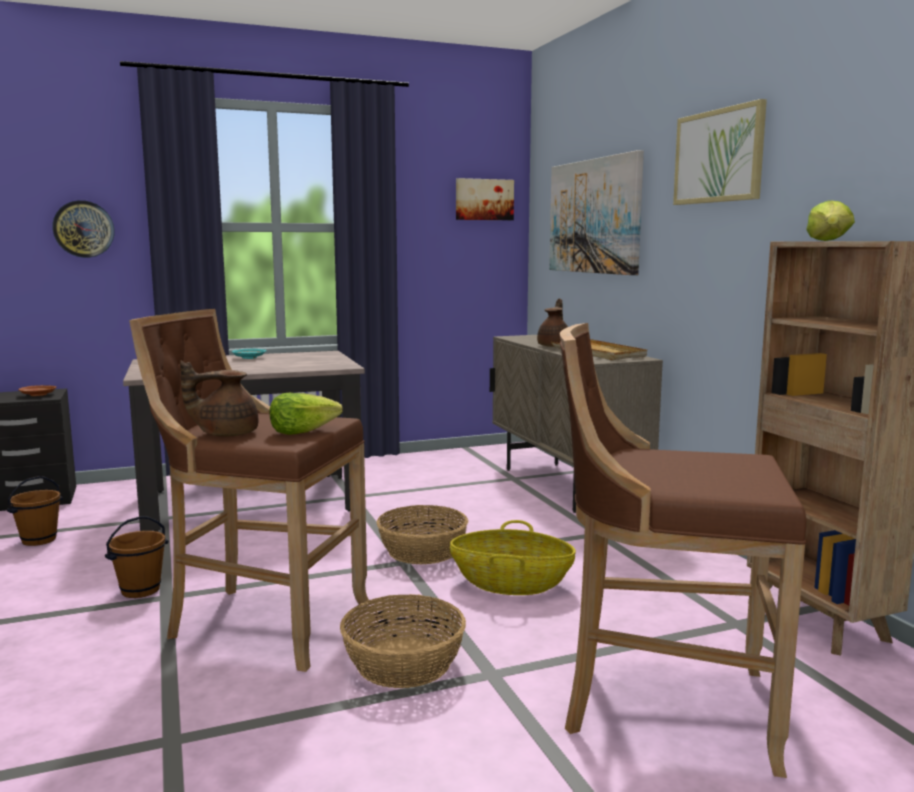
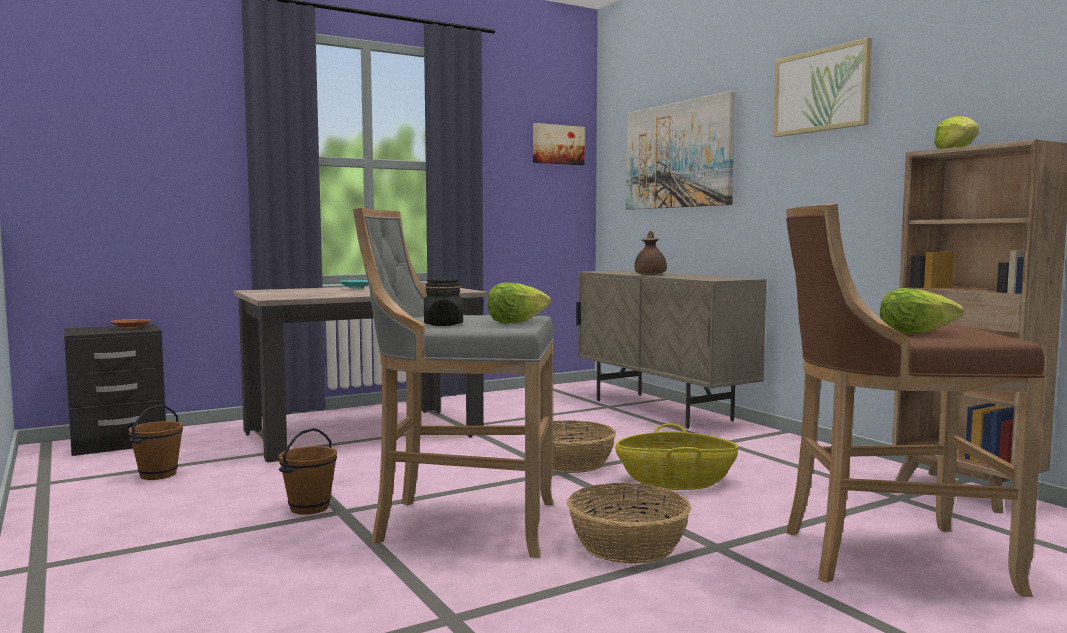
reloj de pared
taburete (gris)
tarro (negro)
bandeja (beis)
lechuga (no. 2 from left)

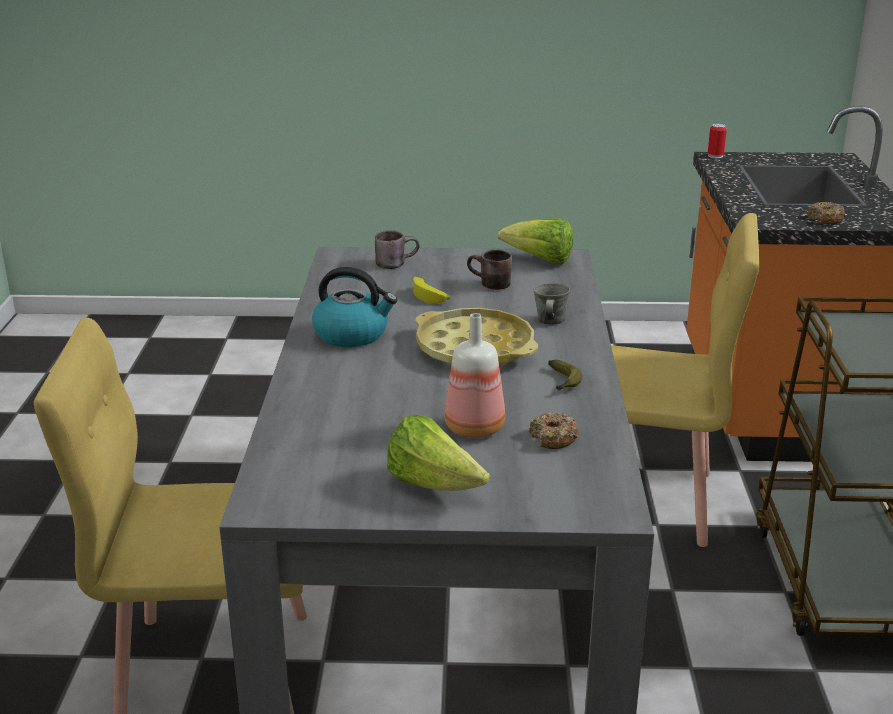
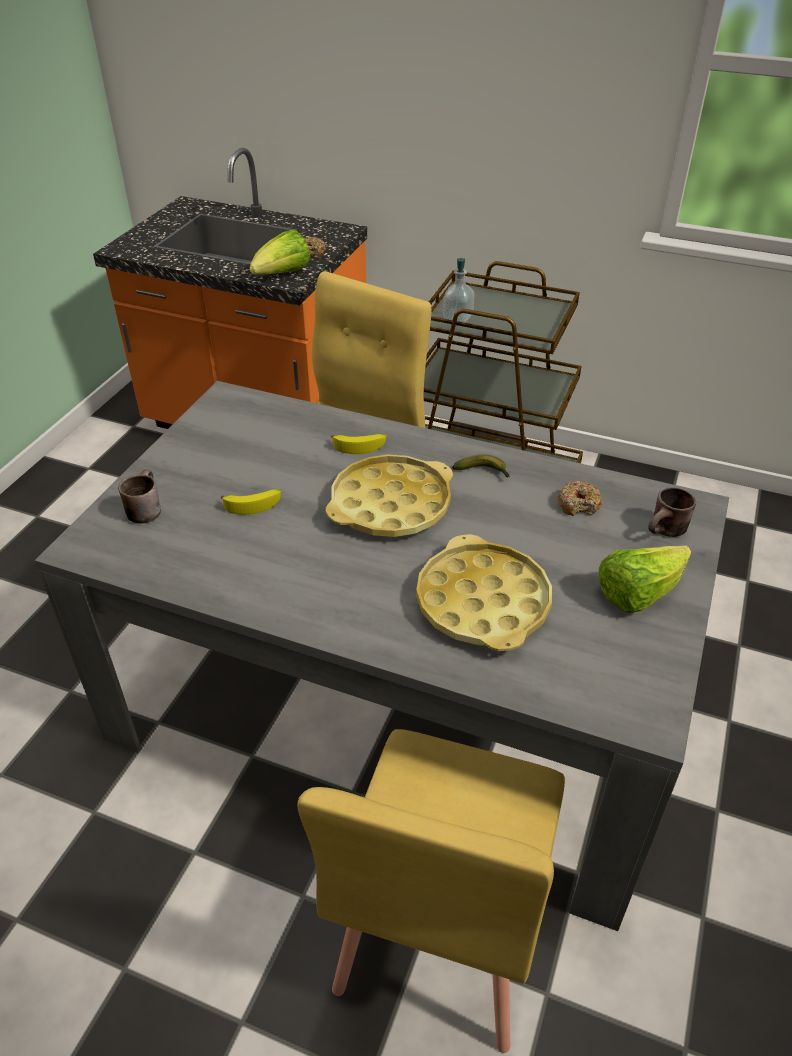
hervidor
botella
taza grande (marrón) (no. 2 from left)
lechuga (no. 1 from left)
plátano (no. 2 from left)
lata
bandeja (amarillo) (no. 2 from left)
dispensador de jabón

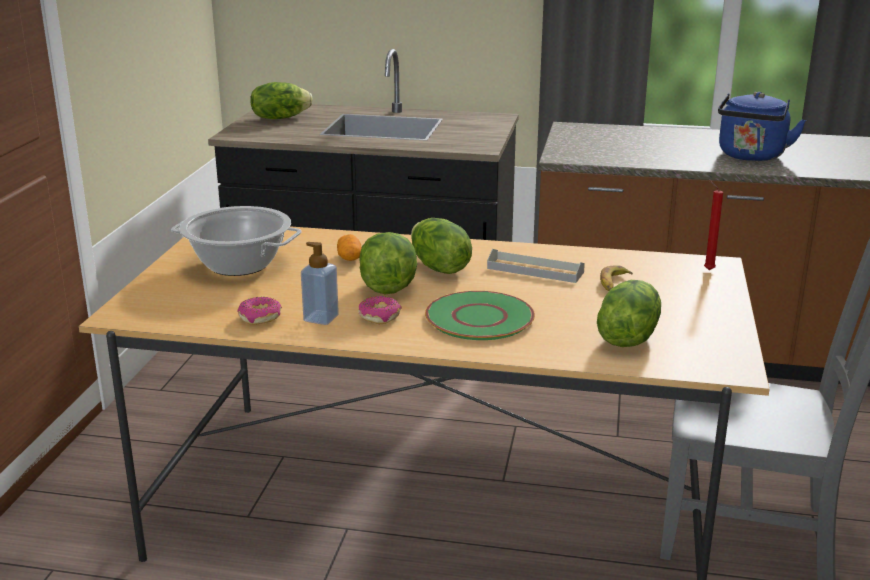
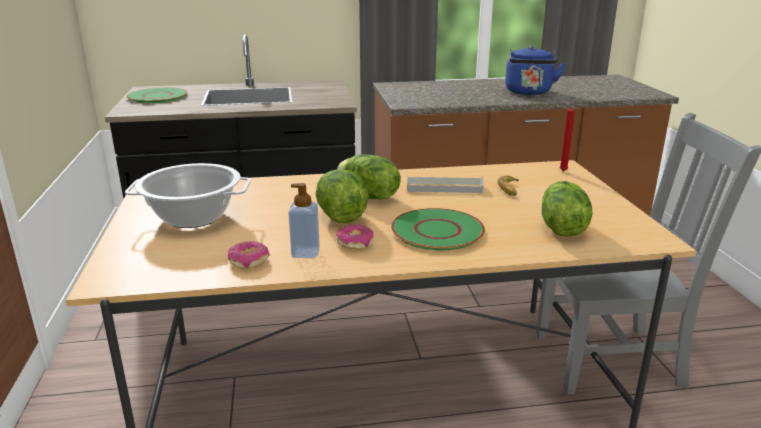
plato (verde) (no. 1 from left)
patata

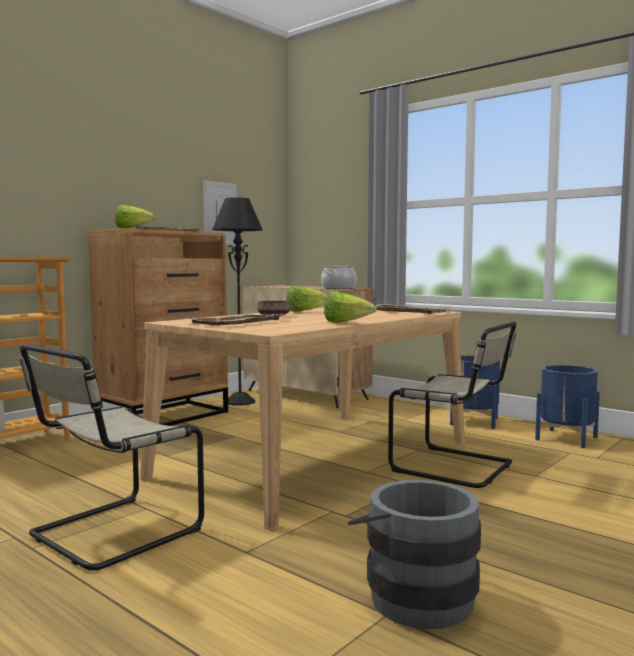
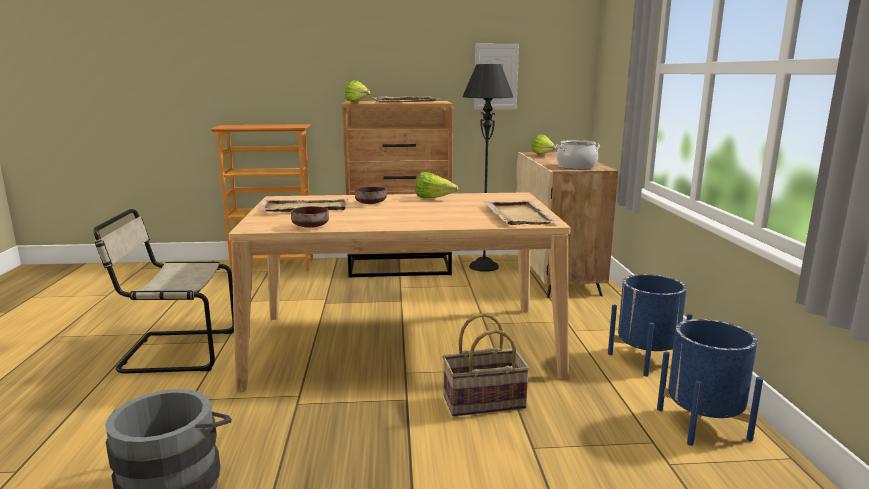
lechuga (no. 3 from left)
cesta
cuenco (marrón) (no. 1 from left)

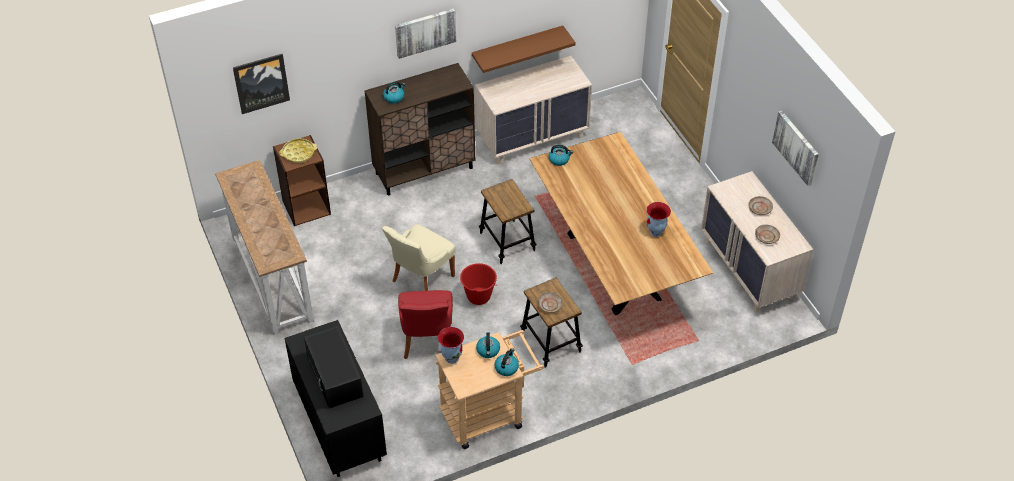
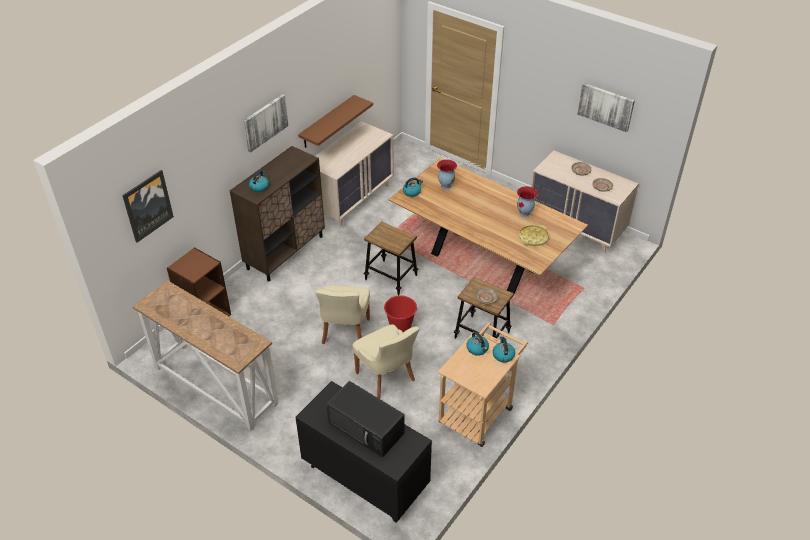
bandeja (amarillo)
silla (beis) (no. 2 from left)
florero (no. 1 from left)

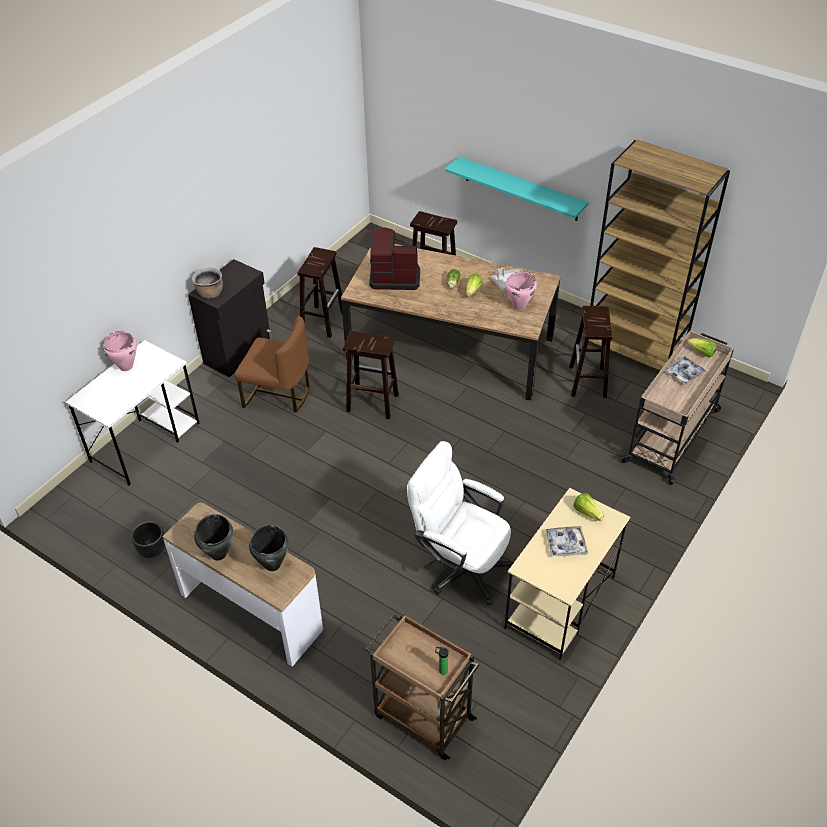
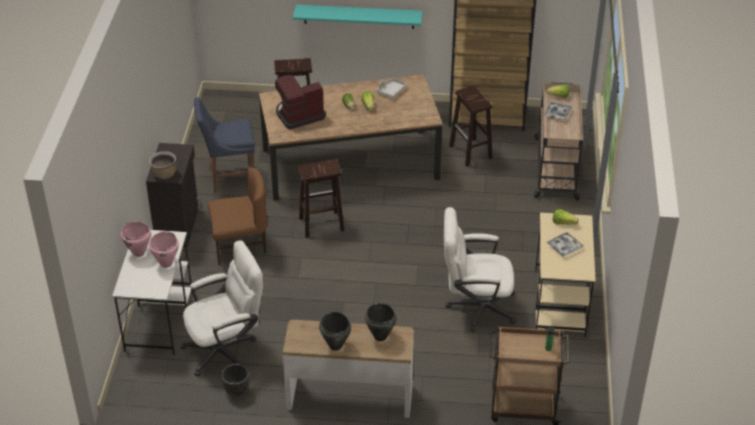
silla (azul)
olla (rosa) (no. 2 from left)
silla de oficina (blanco) (no. 1 from left)

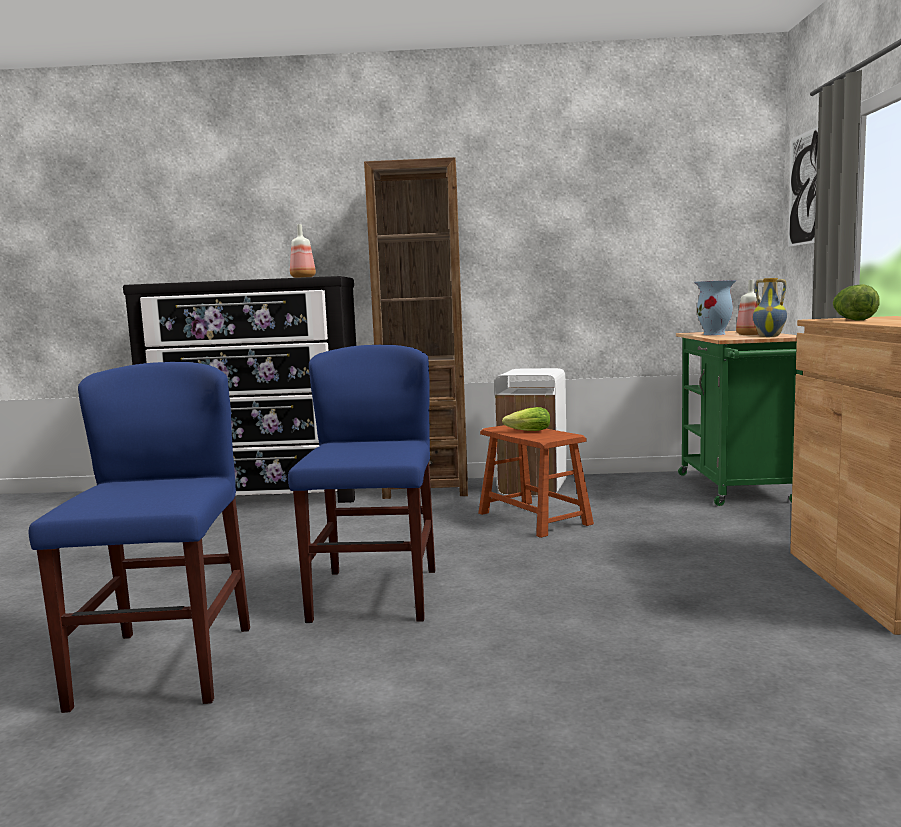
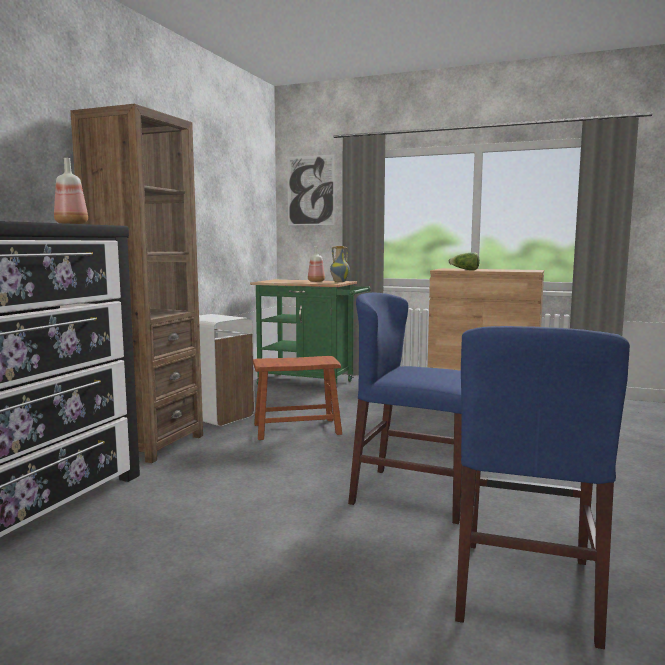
silla (azul) (no. 2 from left)
lechuga (no. 1 from left in the first image)
florero (no. 1 from left in the first image)

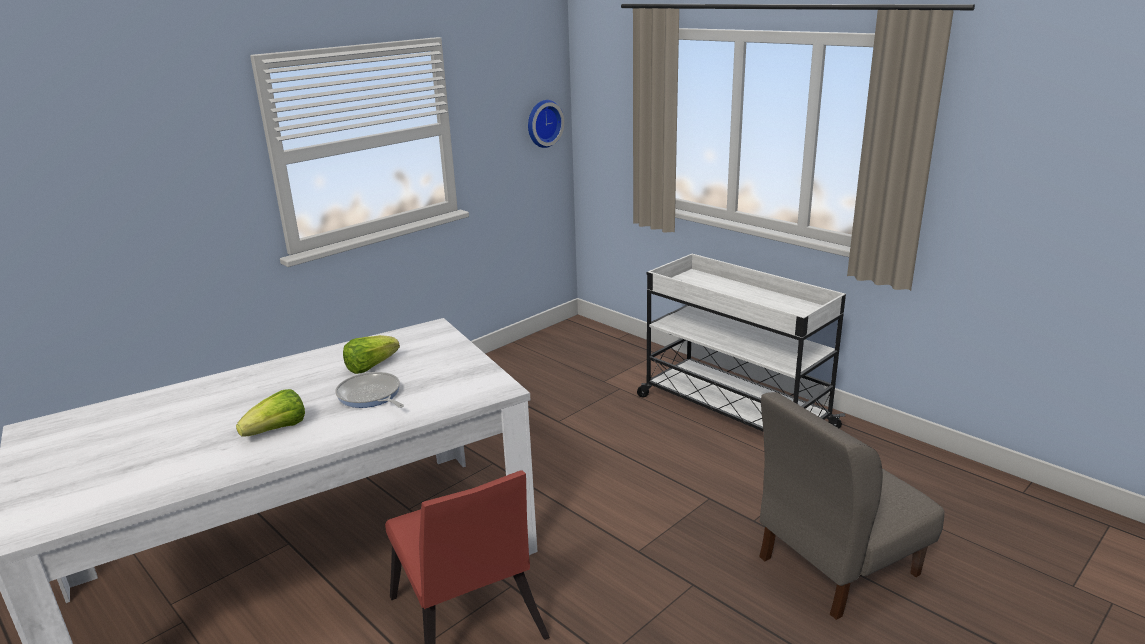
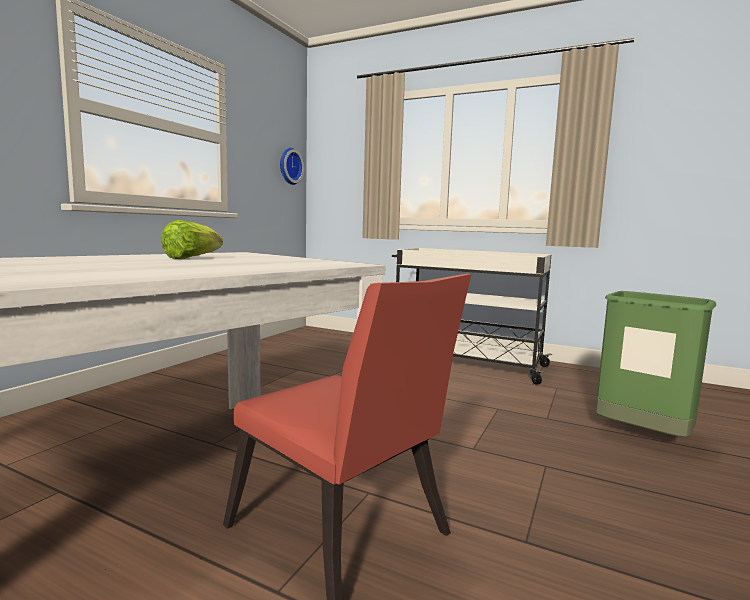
lechuga (no. 1 from left in the first image)
sartén
papelera (verde)

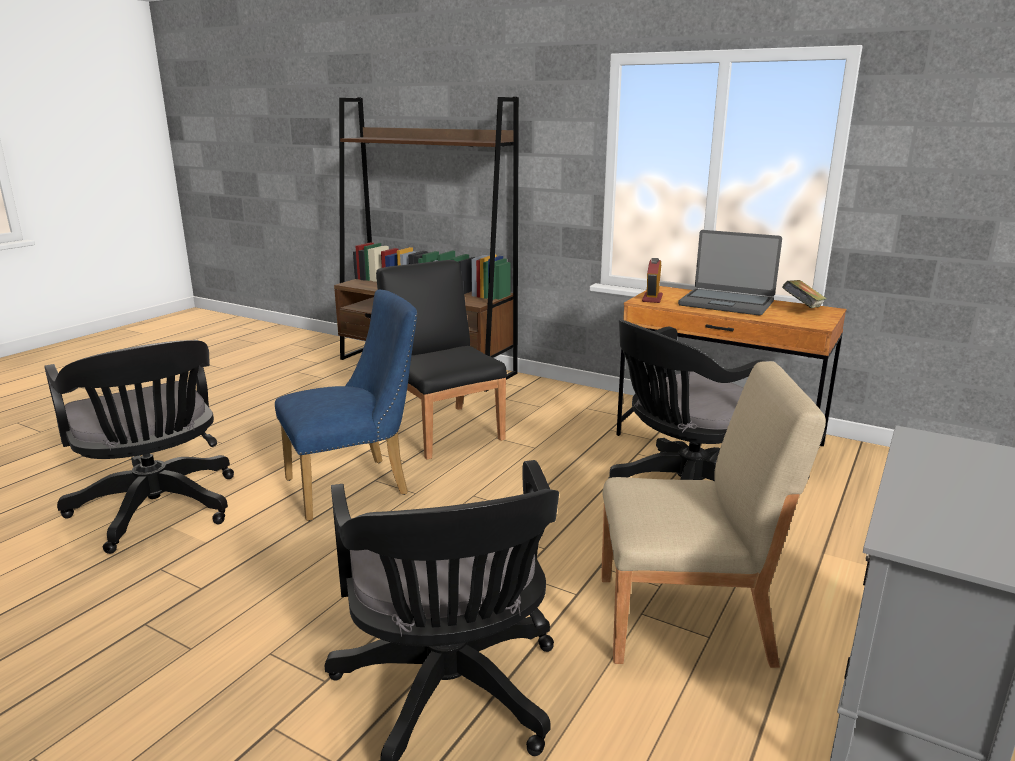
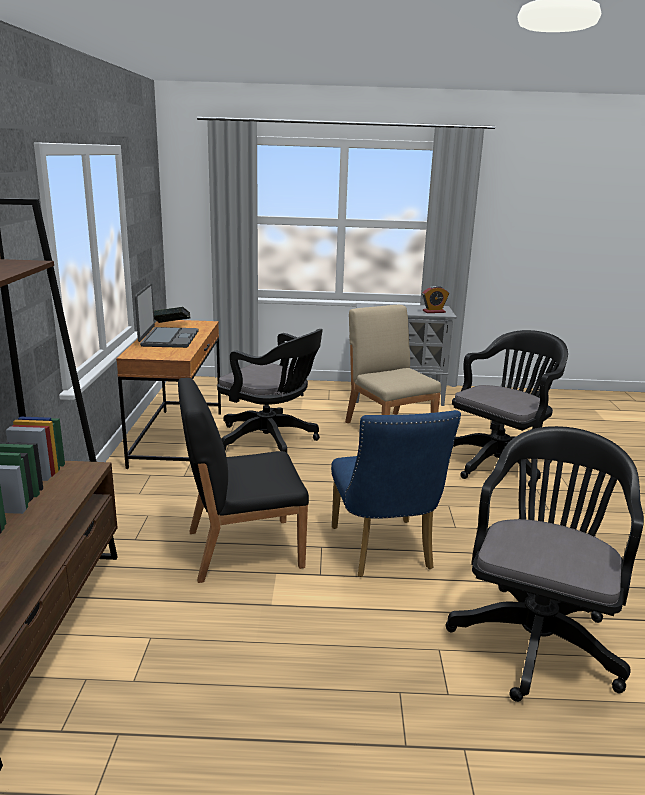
silla (azul)
silla (negro)
despertador

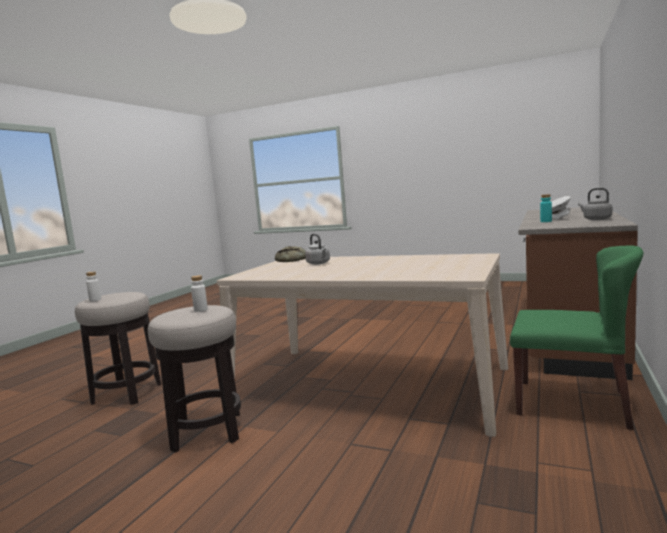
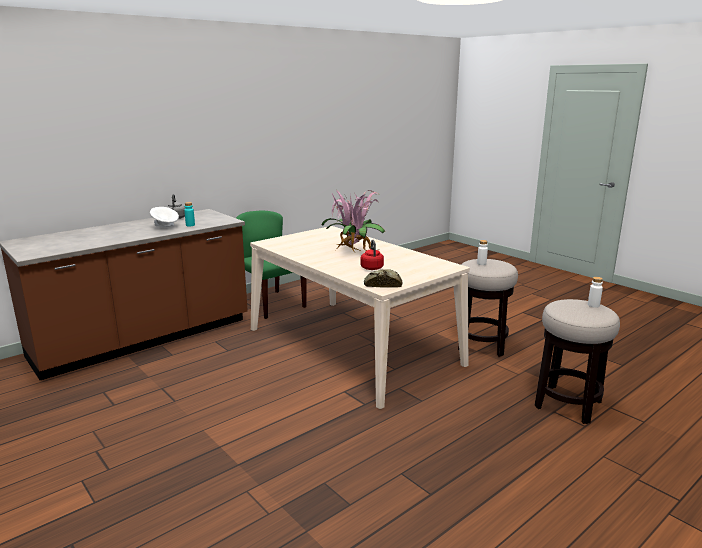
hervidor (rojo)
planta en maceta

